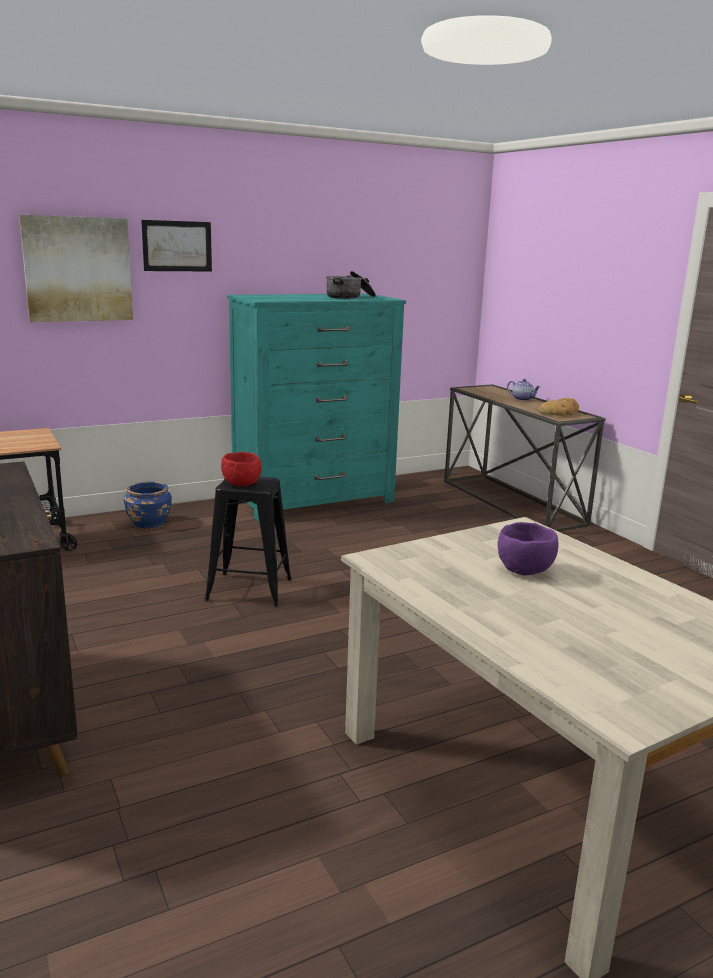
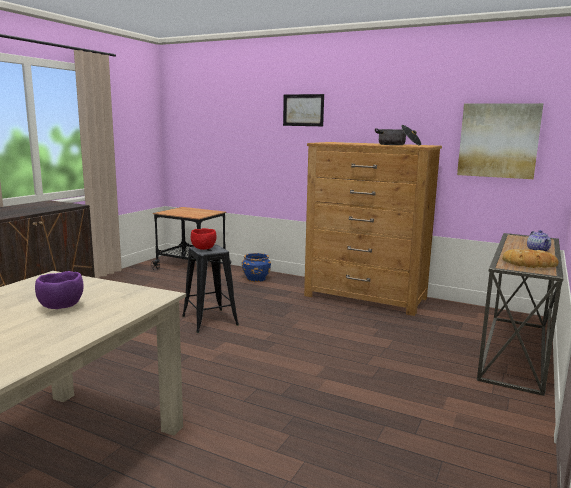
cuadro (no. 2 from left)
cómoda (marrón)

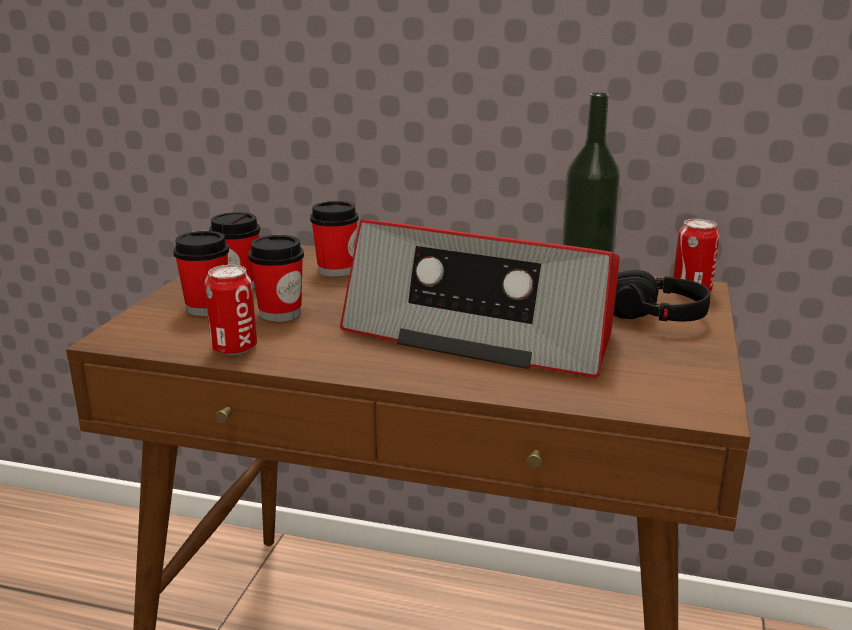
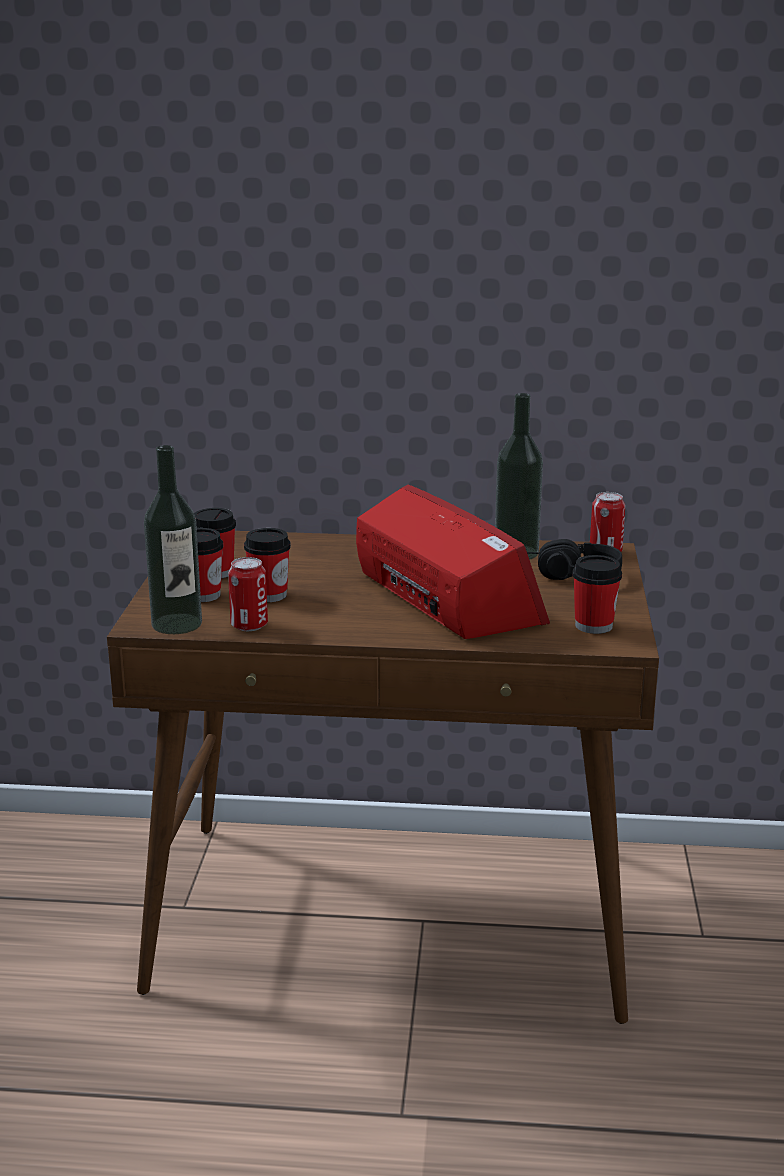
taza (no. 4 from left)
radio
botella (no. 1 from left)

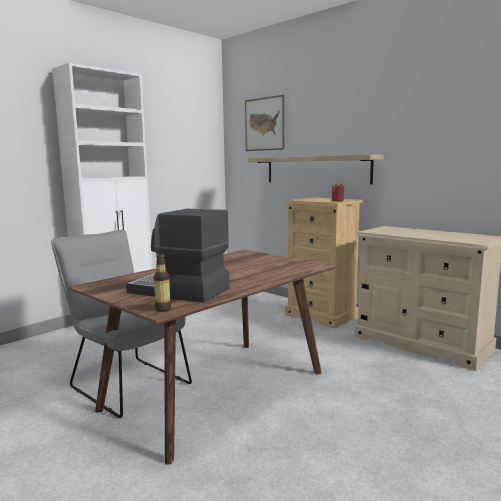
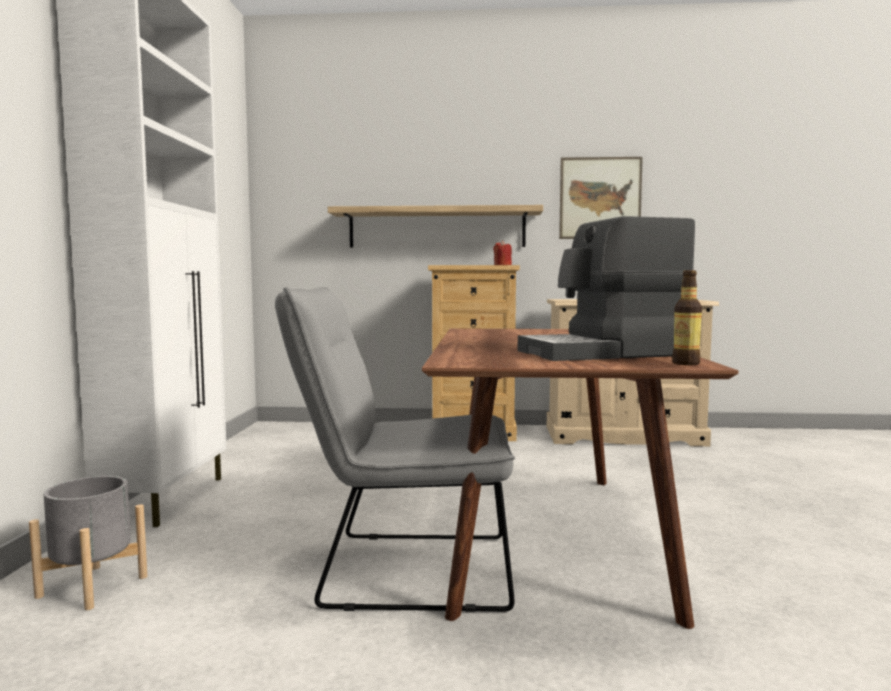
cuadro
maceta (gris)

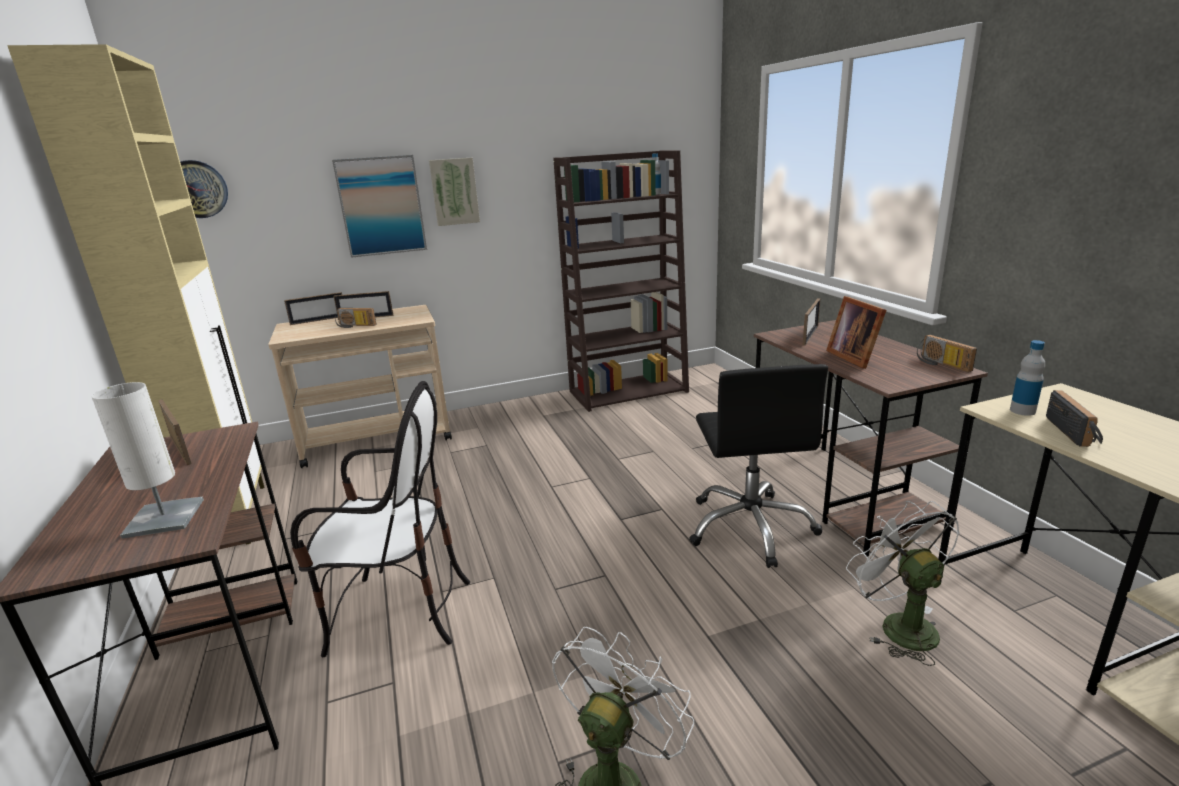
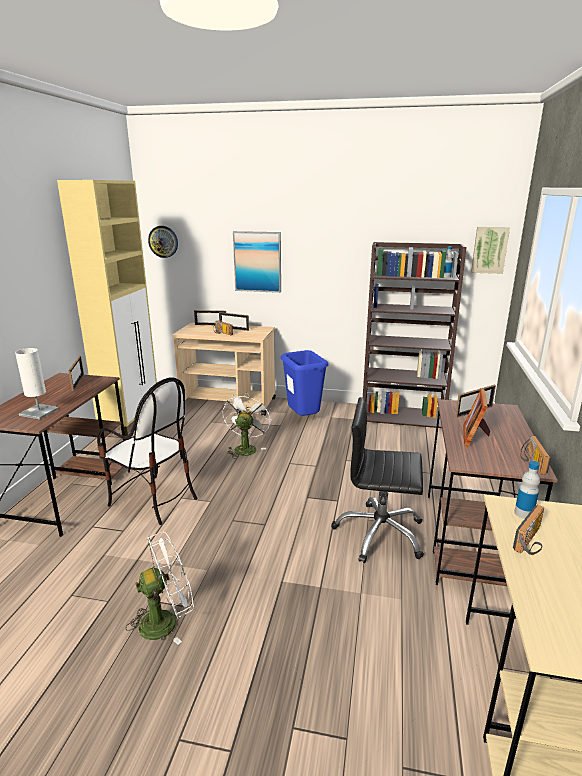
cuadro (no. 2 from left)
silla de oficina (negro)
ventilador (blanco) (no. 2 from left)
papelera (azul)

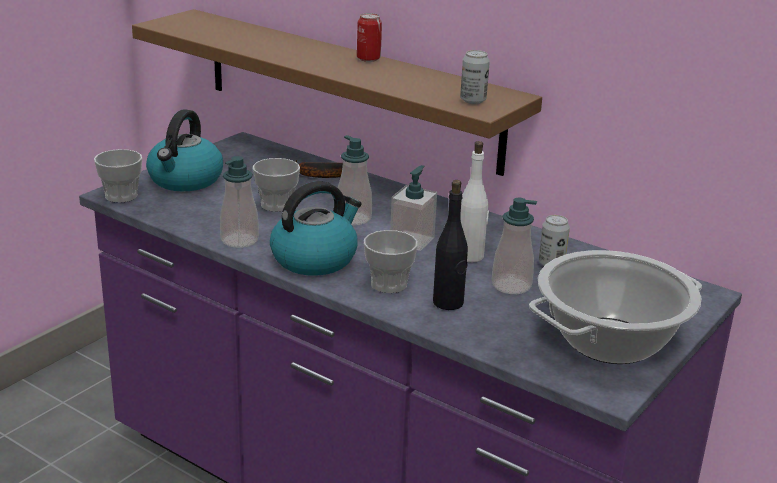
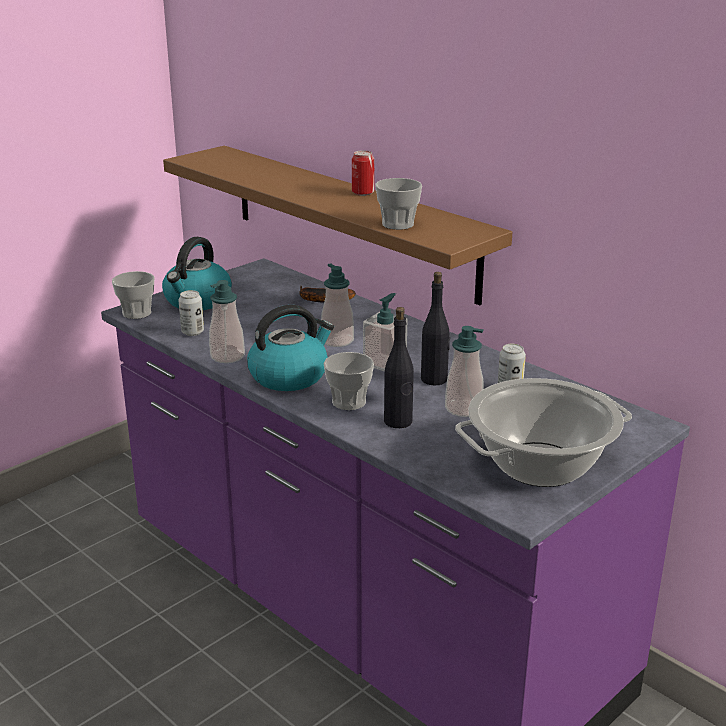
taza (no. 3 from left)
lata (no. 1 from left)
botella (negro) (no. 2 from left)

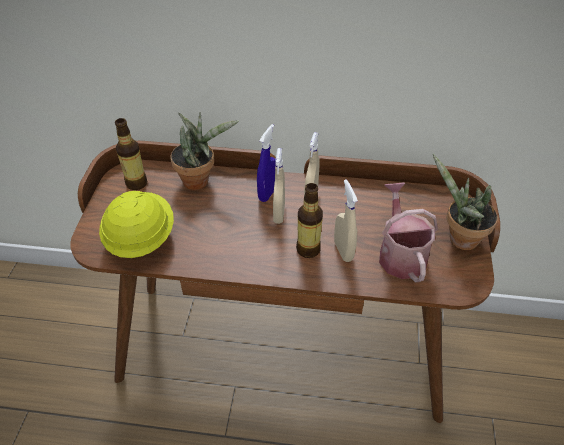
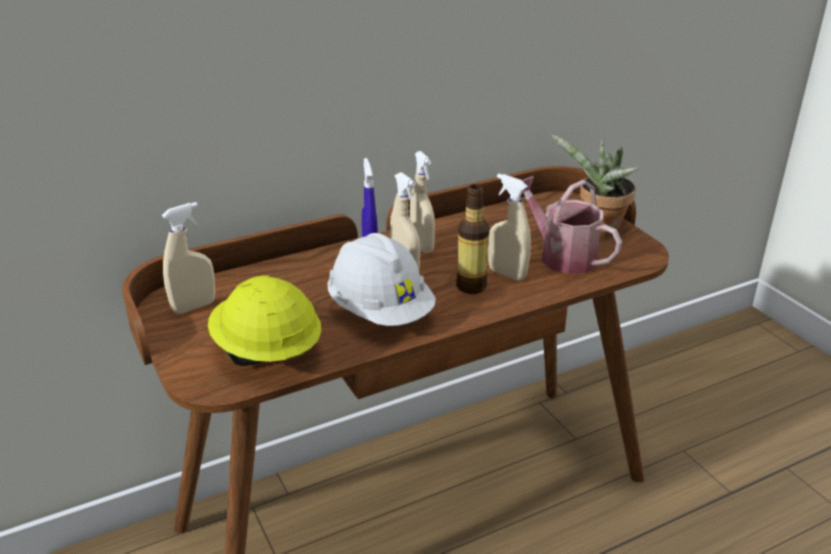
pulverizador (beis) (no. 1 from left)
planta en maceta (no. 1 from left in the first image)
casco (blanco)

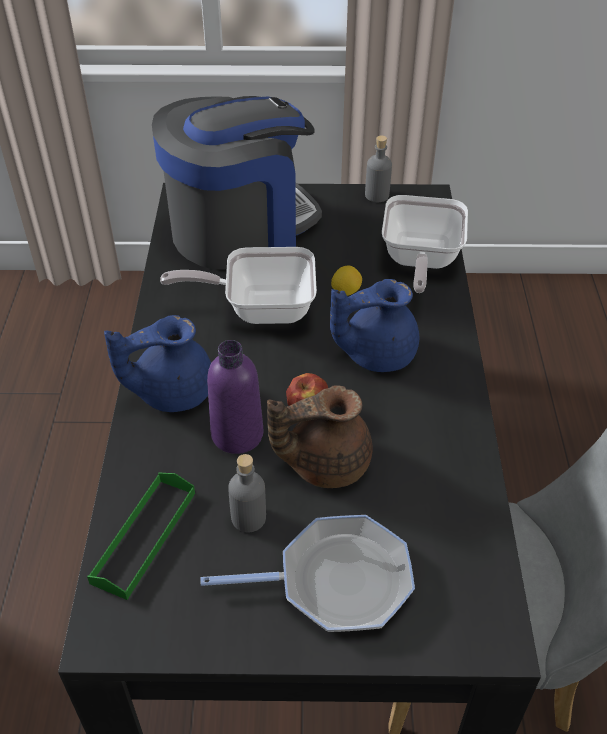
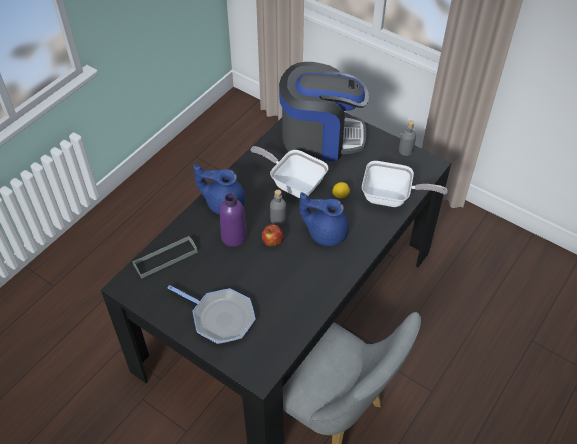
bandeja (gris)
botella (gris) (no. 1 from left)
tetera (marrón)
sartén (no. 3 from left)

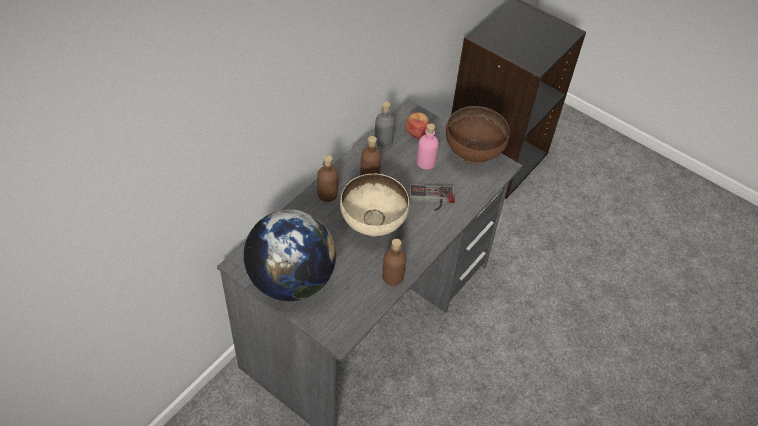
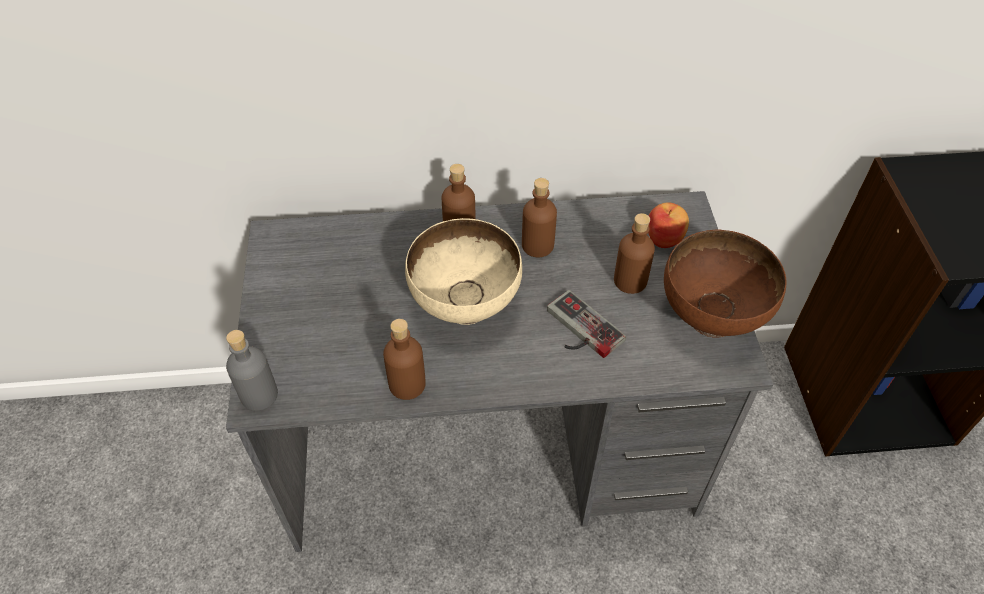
globo terráqueo
botella (gris)
botella (marrón) (no. 4 from left)

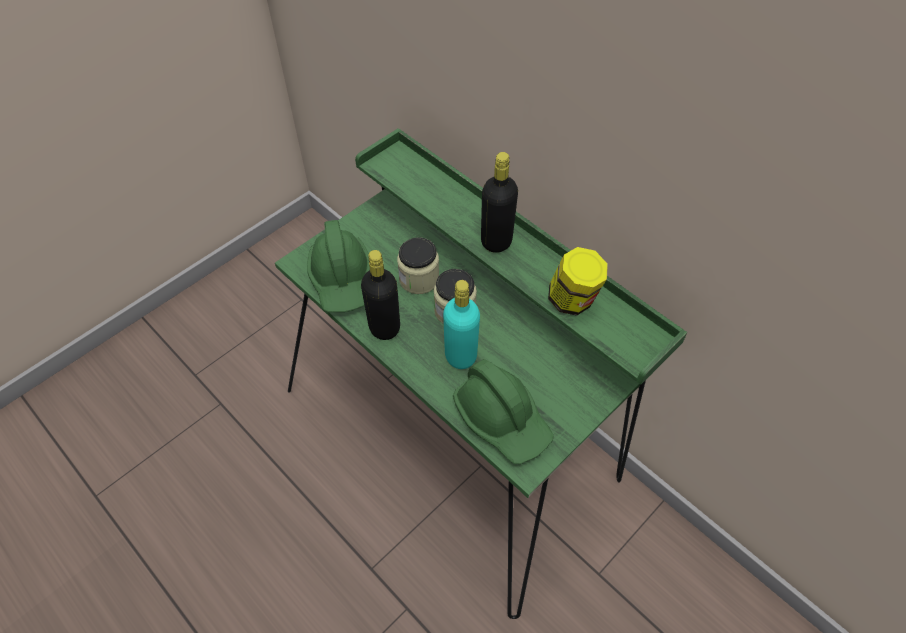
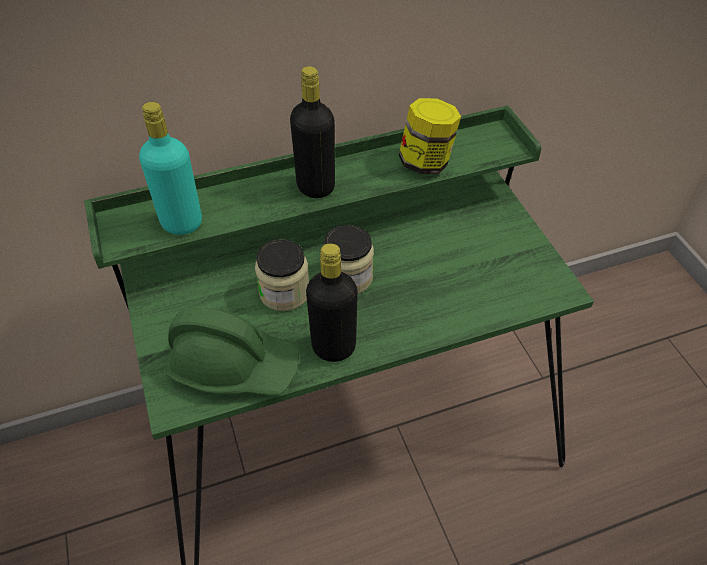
botella (turquesa)
casco (verde) (no. 2 from left in the first image)

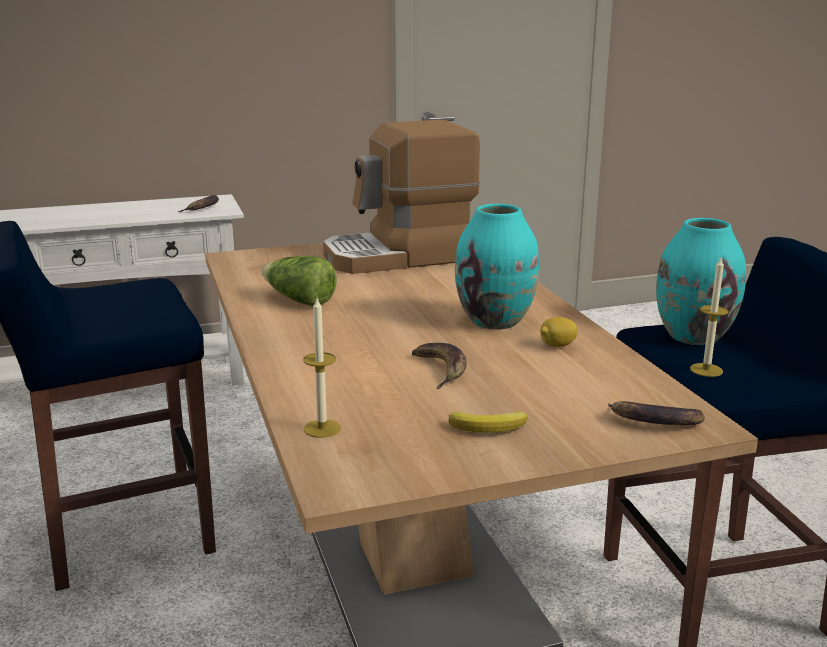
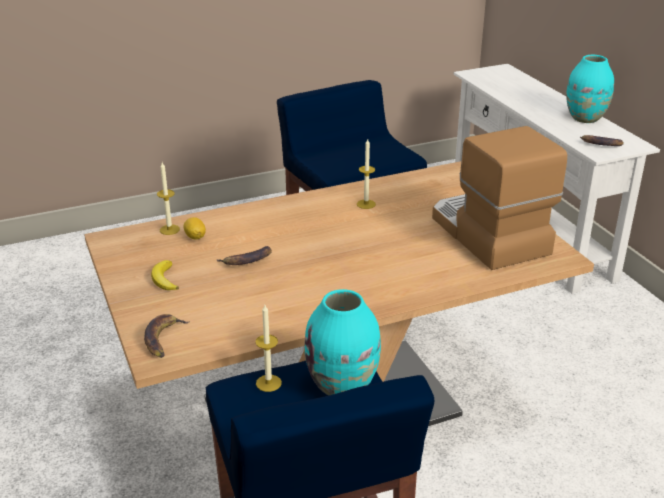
vela (no. 3 from left)
florero (turquesa) (no. 2 from left)
limón

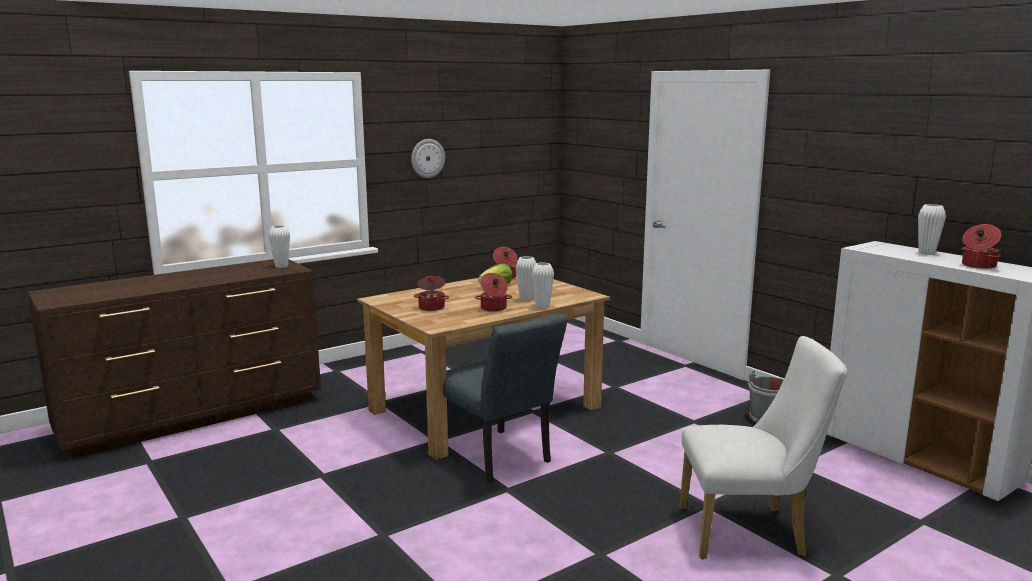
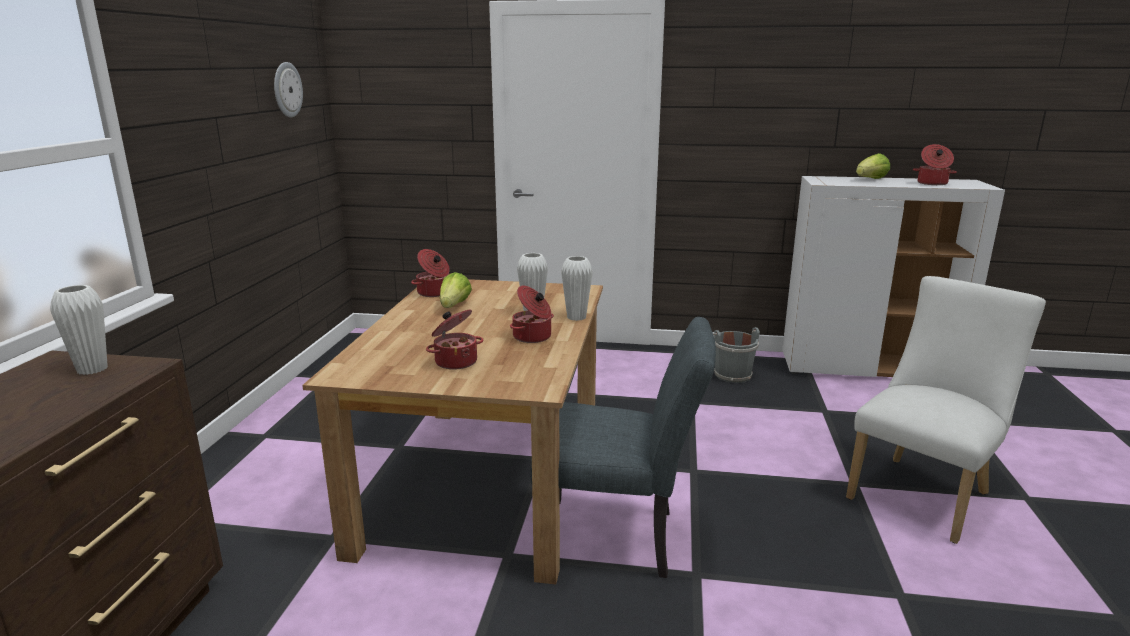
reloj de pared
lechuga (no. 2 from left)

